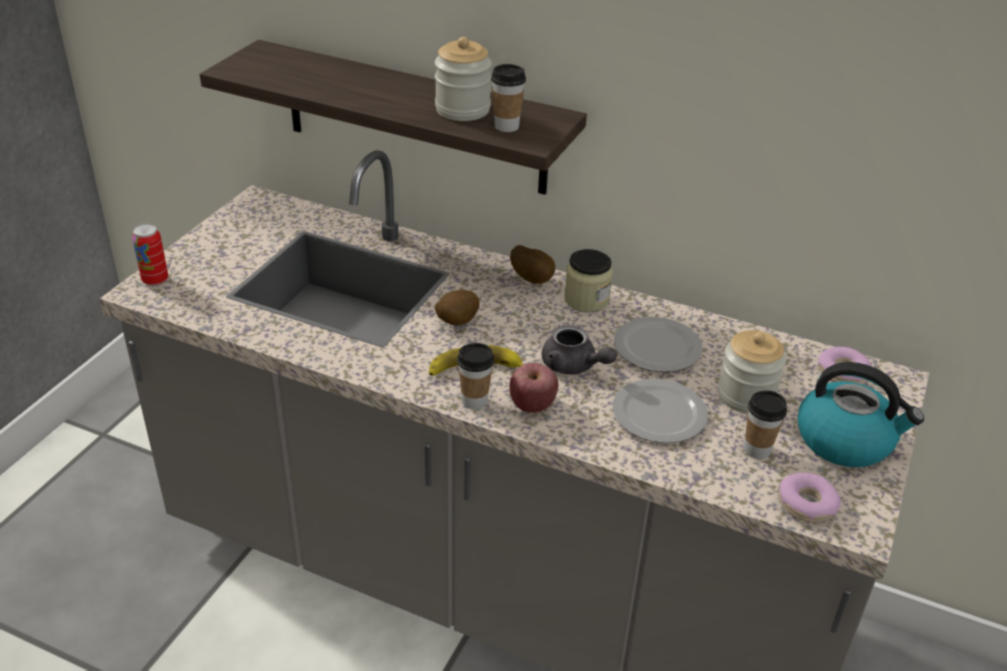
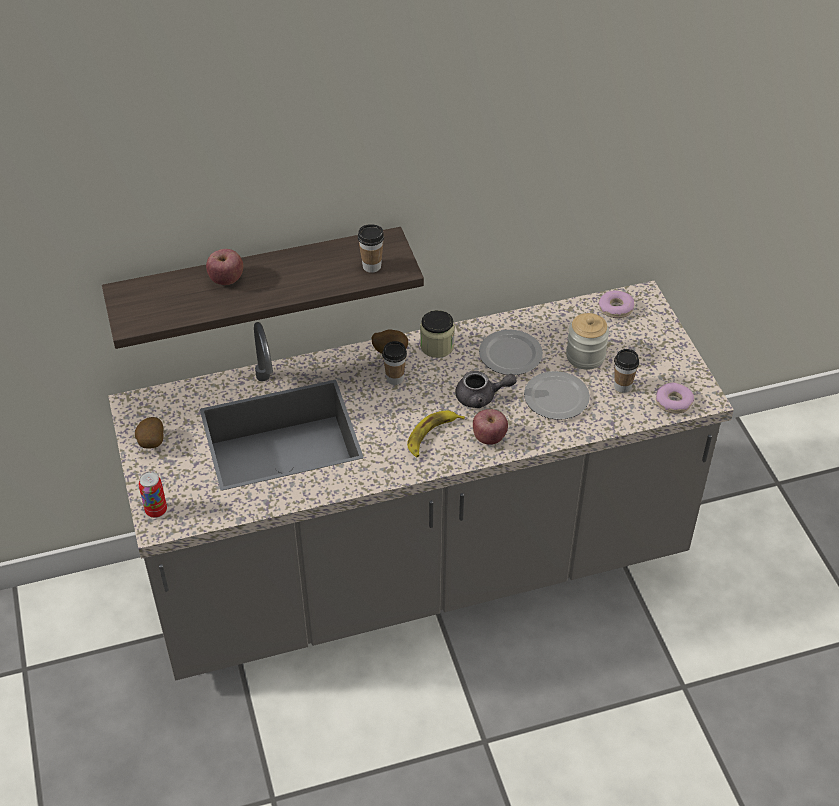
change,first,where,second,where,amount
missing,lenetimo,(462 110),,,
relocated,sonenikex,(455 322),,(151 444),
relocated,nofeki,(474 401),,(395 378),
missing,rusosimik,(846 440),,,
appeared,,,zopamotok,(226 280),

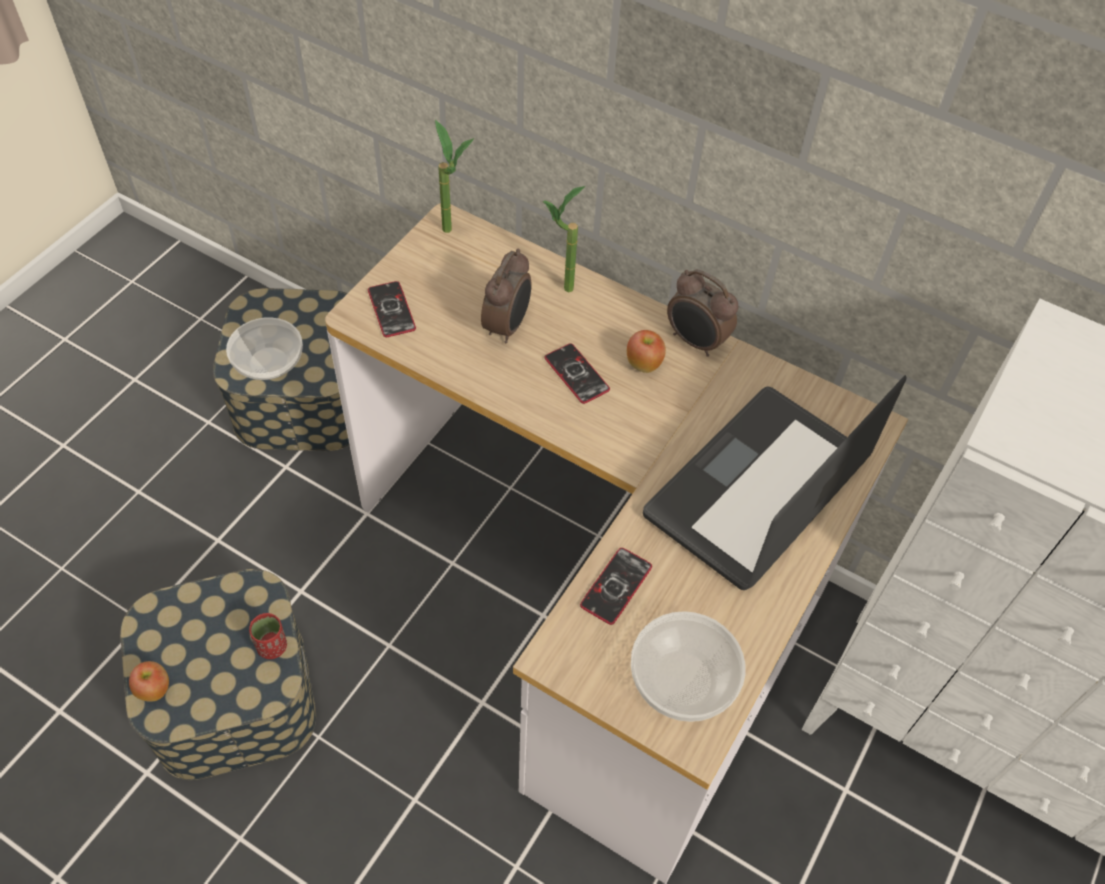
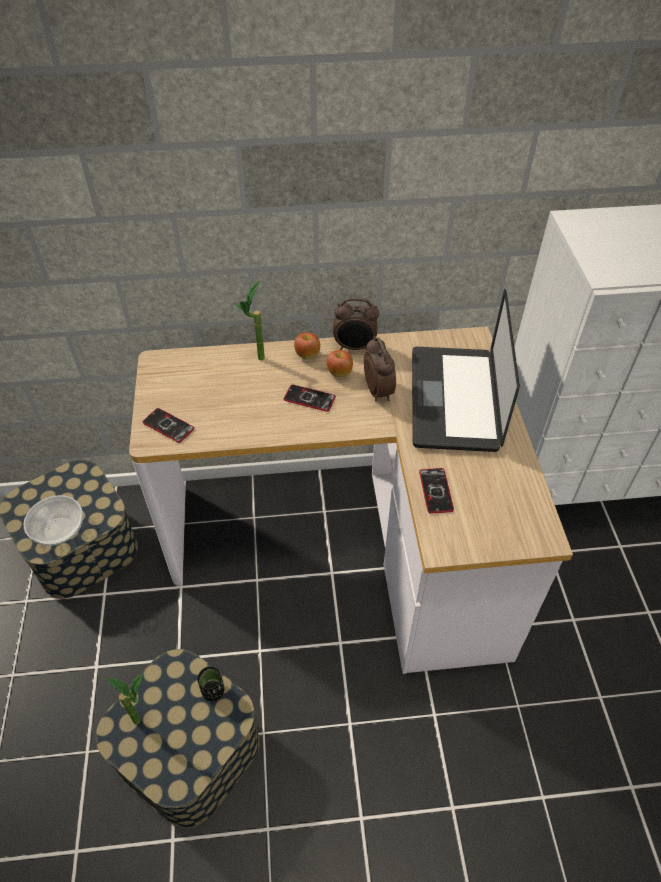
change,first,where,second,where,amount
relocated,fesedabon,(455 233),,(145 719),
relocated,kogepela,(508 326),,(379 391),
missing,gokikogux,(683 681),,,
colour,red_nofeki,(272 646),black_nofeki,(213 690),
relocated,zopamotok,(154 689),,(307 355),

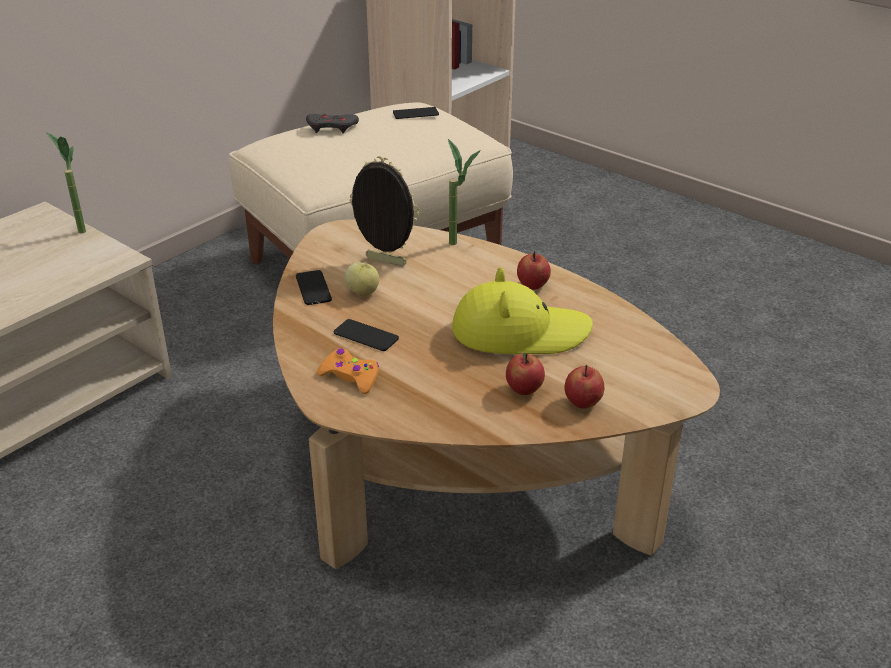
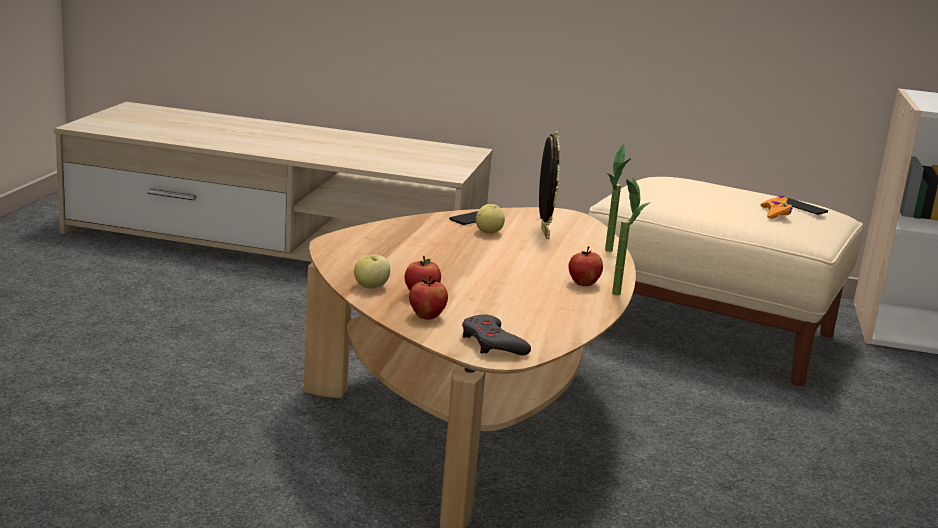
change,first,where,second,where,amount
relocated,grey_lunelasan,(331 127),,(492 343),
relocated,fesedabon,(79 228),,(619 291),
missing,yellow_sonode,(519 332),,,
missing,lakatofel,(366 336),,,
relocated,orange_lunelasan,(350 377),,(775 213),
appeared,,,zopamotok,(371 287),

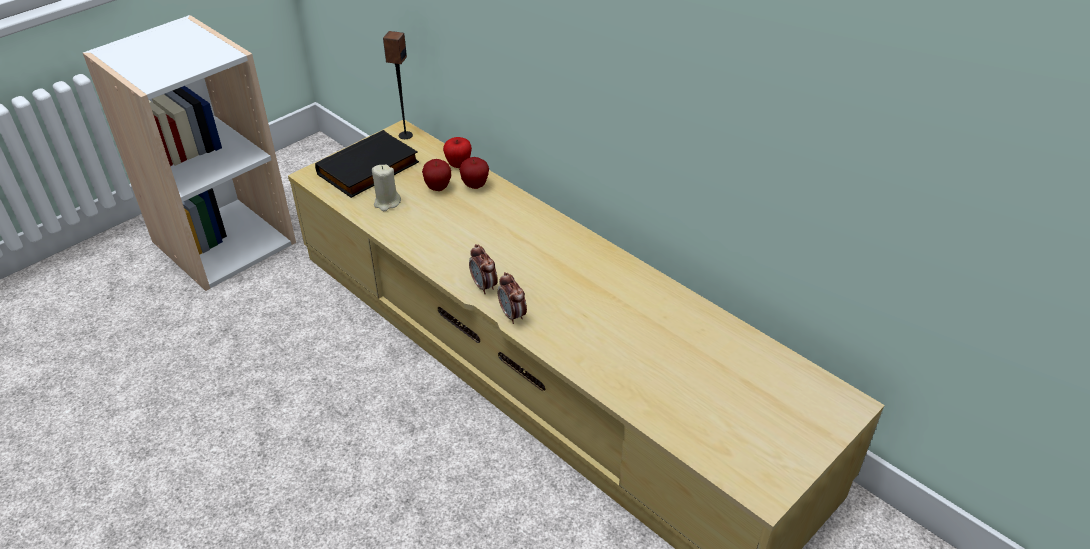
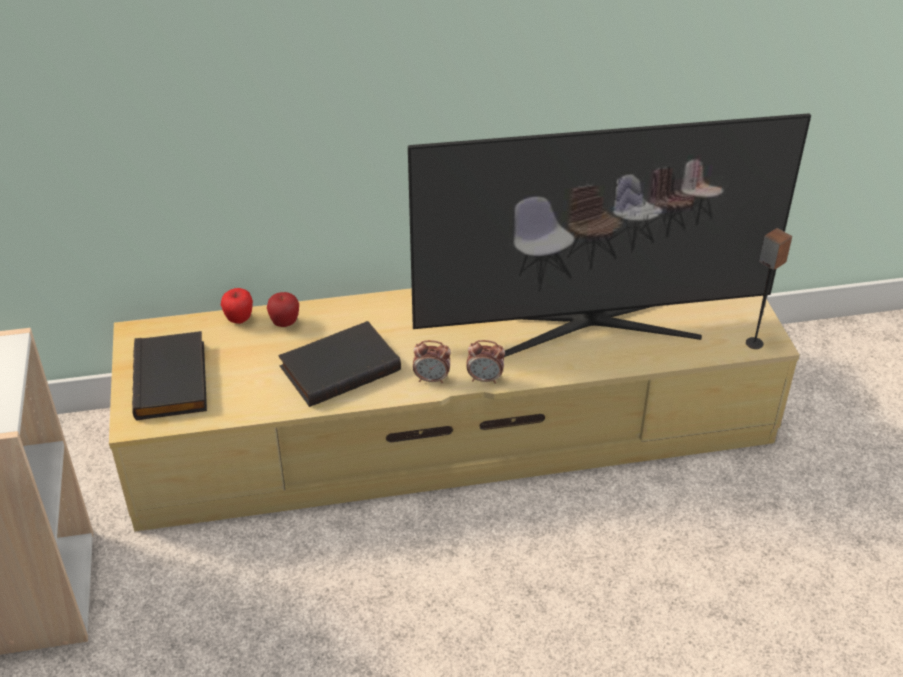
change,first,where,second,where,amount
relocated,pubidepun,(405 135),,(754 343),
missing,zopamotok,(438 188),,,
missing,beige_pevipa,(387 203),,,
appeared,,,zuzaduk,(590 326),
appeared,,,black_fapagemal,(339 367),

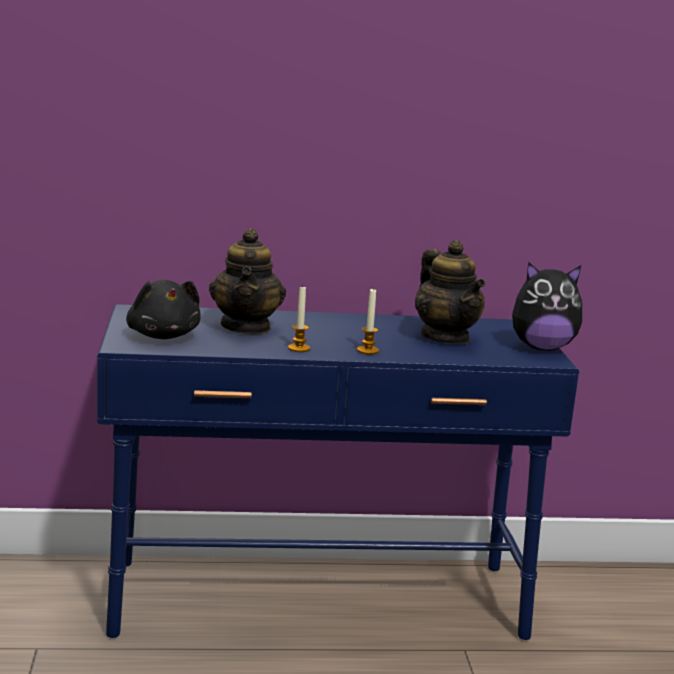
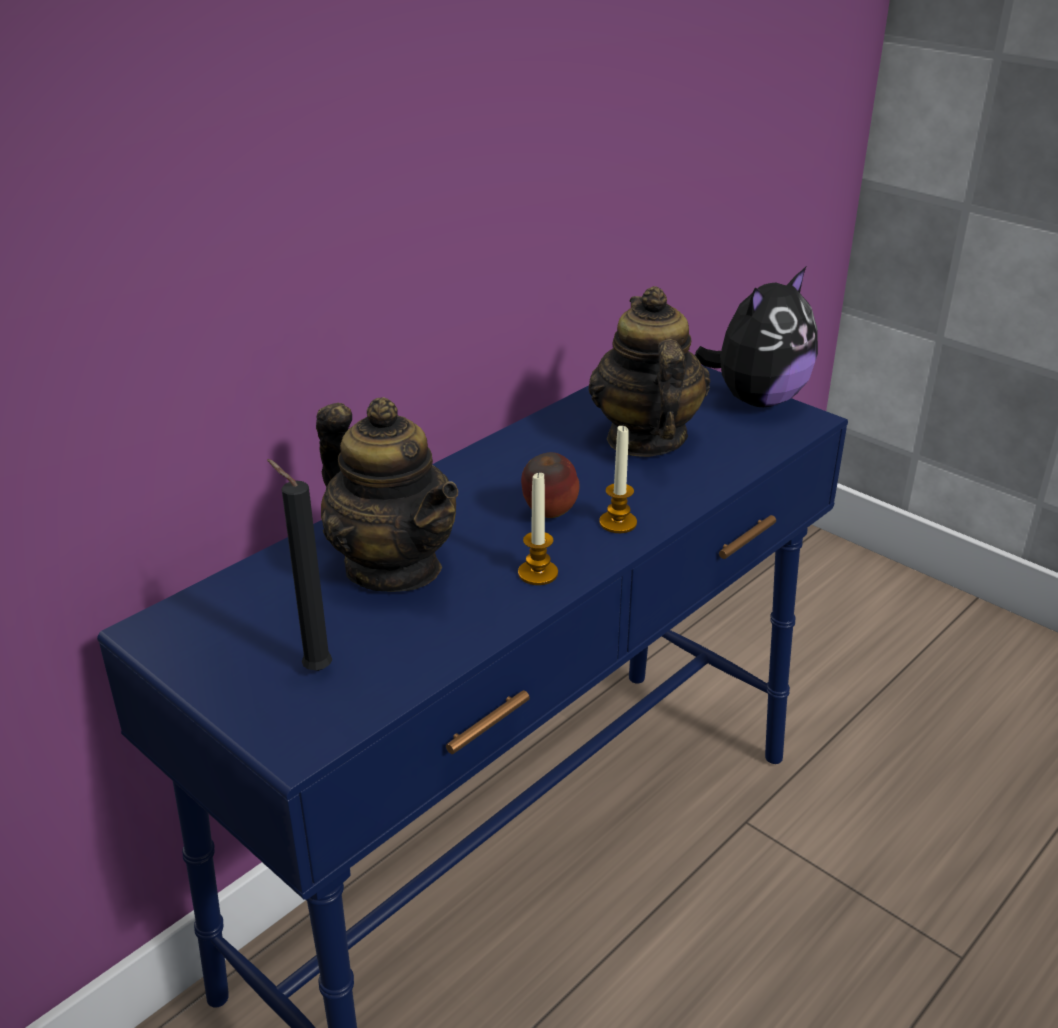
change,first,where,second,where,amount
spun,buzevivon,(446 337),,(645 439),120 degrees counterclockwise
exchanged,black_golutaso,(163 335),black_pevipa,(313 669),
appeared,,,zopamotok,(549 515),

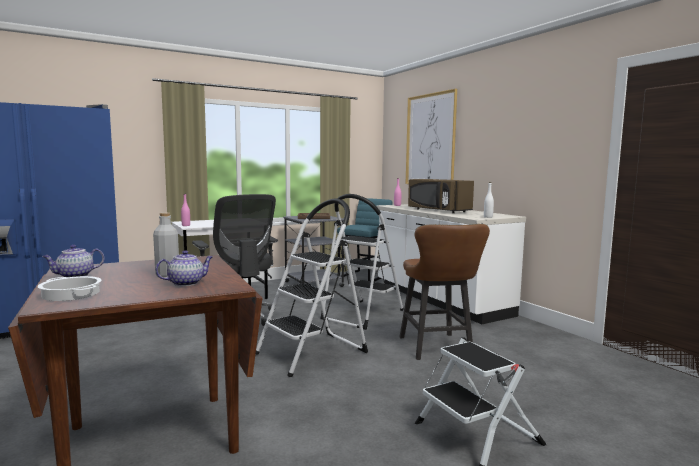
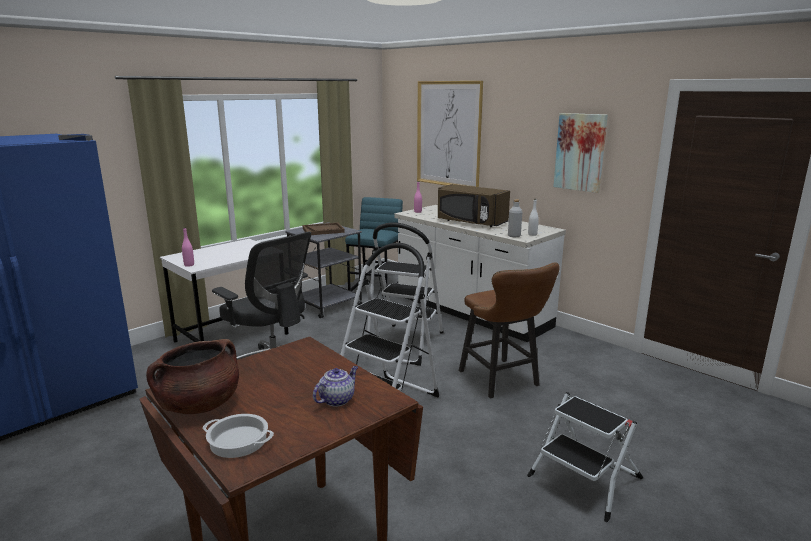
change,first,where,second,where,amount
relocated,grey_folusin,(167 276),,(514 236),
exchanged,buzevivon,(74 276),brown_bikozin,(199 405),
appeared,,,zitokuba,(580 152),

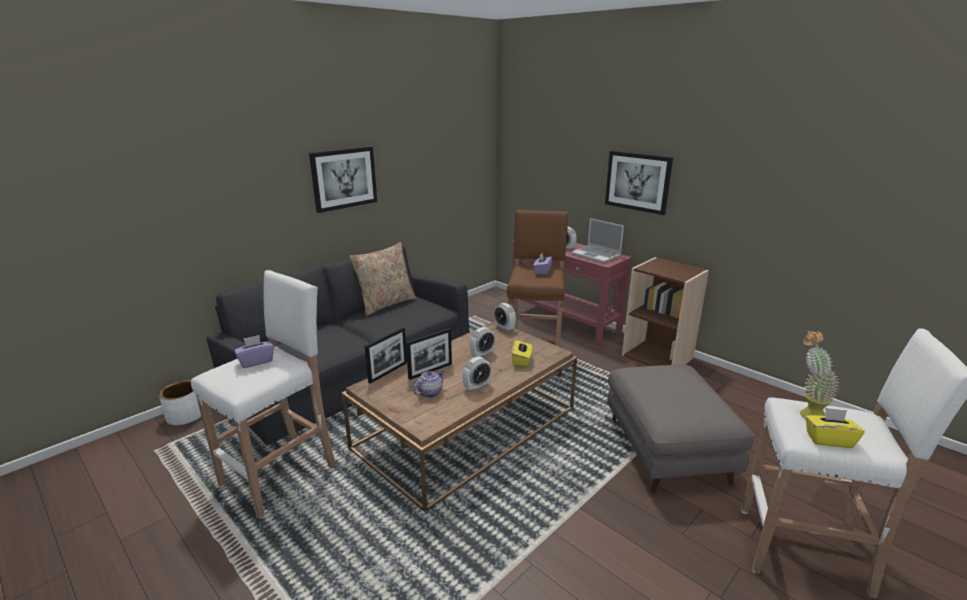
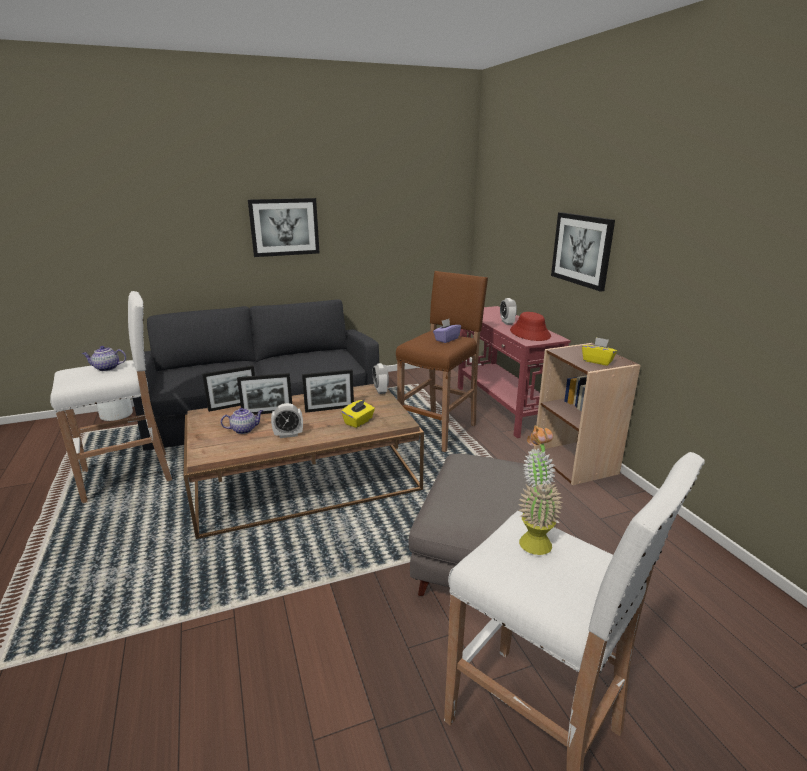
change,first,where,second,where,amount
exchanged,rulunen,(596 255),red_sonode,(530 333),
missing,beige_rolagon,(386 304),,,
exchanged,kogepela,(482 354),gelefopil,(329 409),
exchanged,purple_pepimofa,(256 361),buzevivon,(106 368),
relocated,yellow_pepimofa,(828 439),,(597 361),

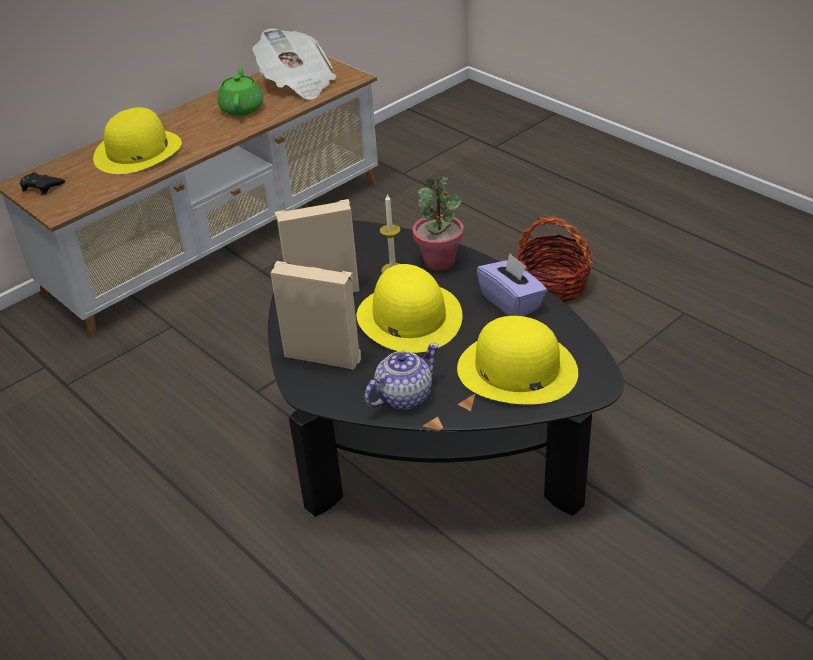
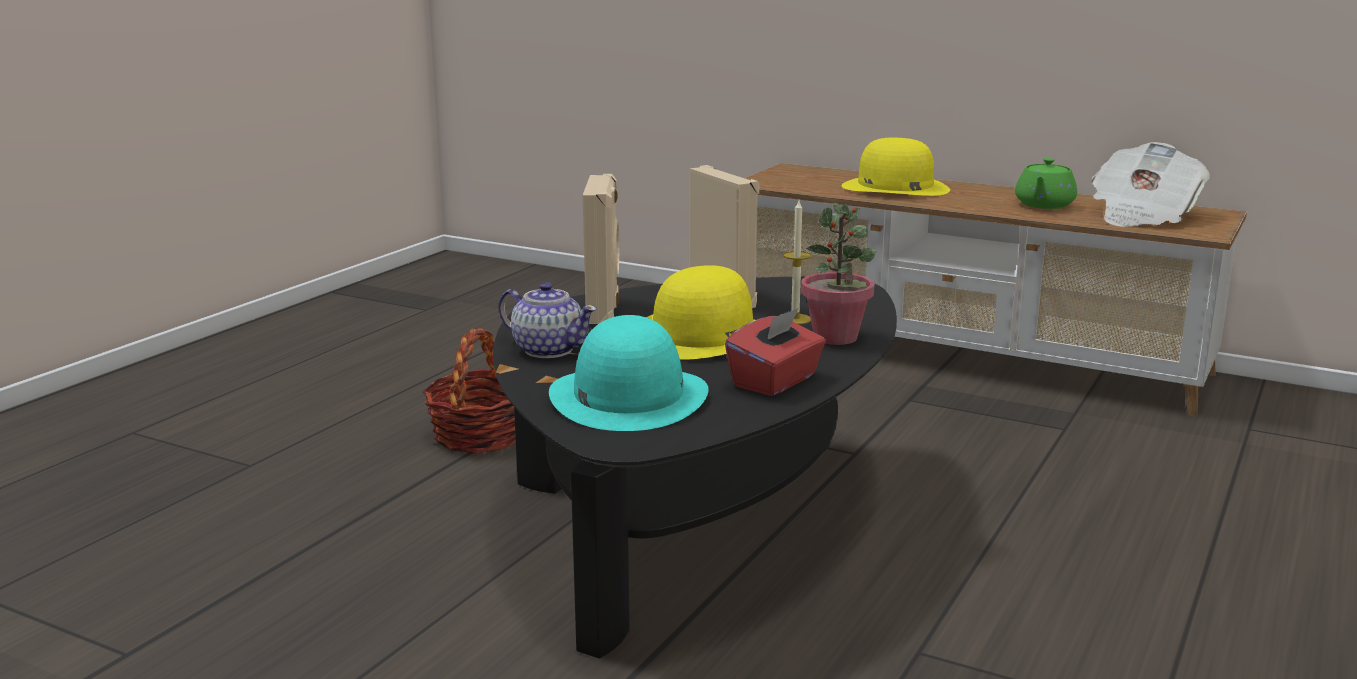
change,first,where,second,where,amount
spun,green_buzevivon,(242 108),,(1044 205),135 degrees clockwise
missing,black_lunelasan,(41 187),,,
relocated,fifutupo,(553 285),,(480 435),
colour,purple_pepimofa,(511 302),red_pepimofa,(775 381),
colour,yellow_sonode,(516 369),turquoise_sonode,(628 397),

